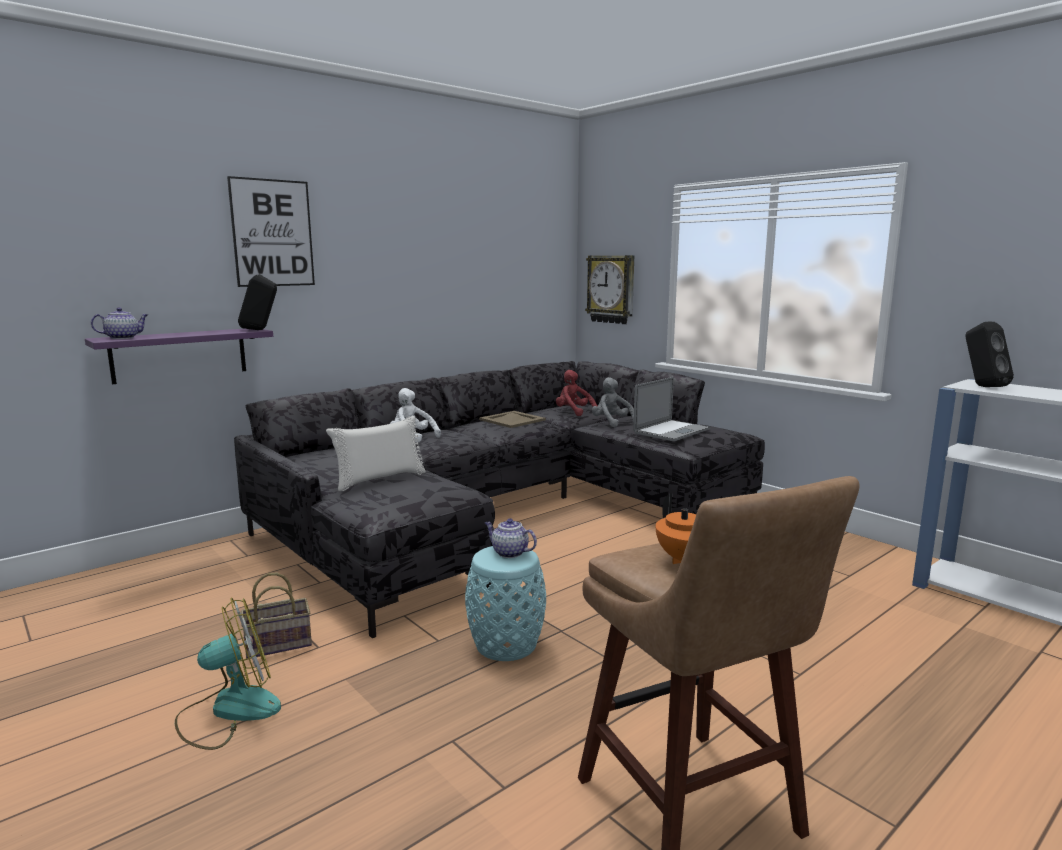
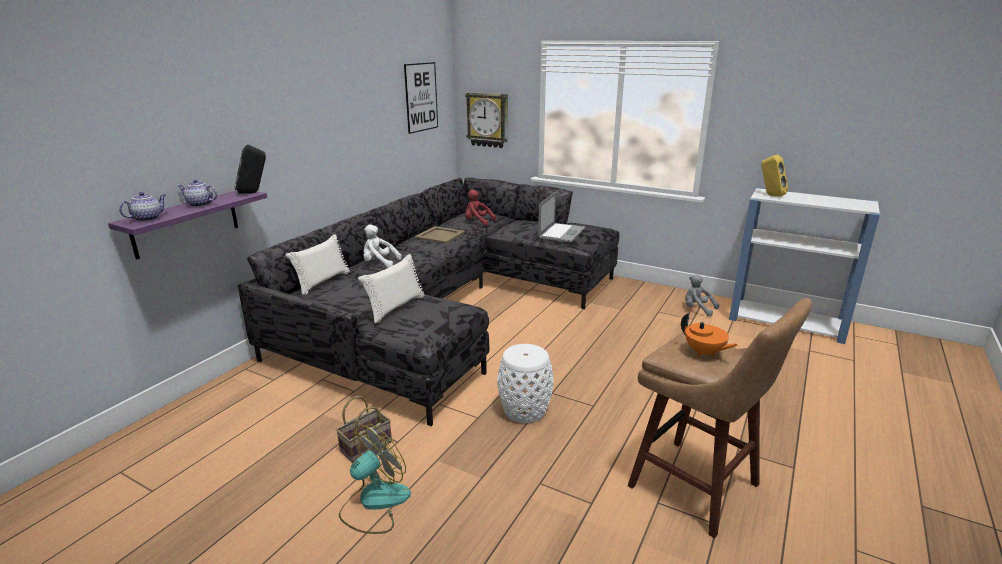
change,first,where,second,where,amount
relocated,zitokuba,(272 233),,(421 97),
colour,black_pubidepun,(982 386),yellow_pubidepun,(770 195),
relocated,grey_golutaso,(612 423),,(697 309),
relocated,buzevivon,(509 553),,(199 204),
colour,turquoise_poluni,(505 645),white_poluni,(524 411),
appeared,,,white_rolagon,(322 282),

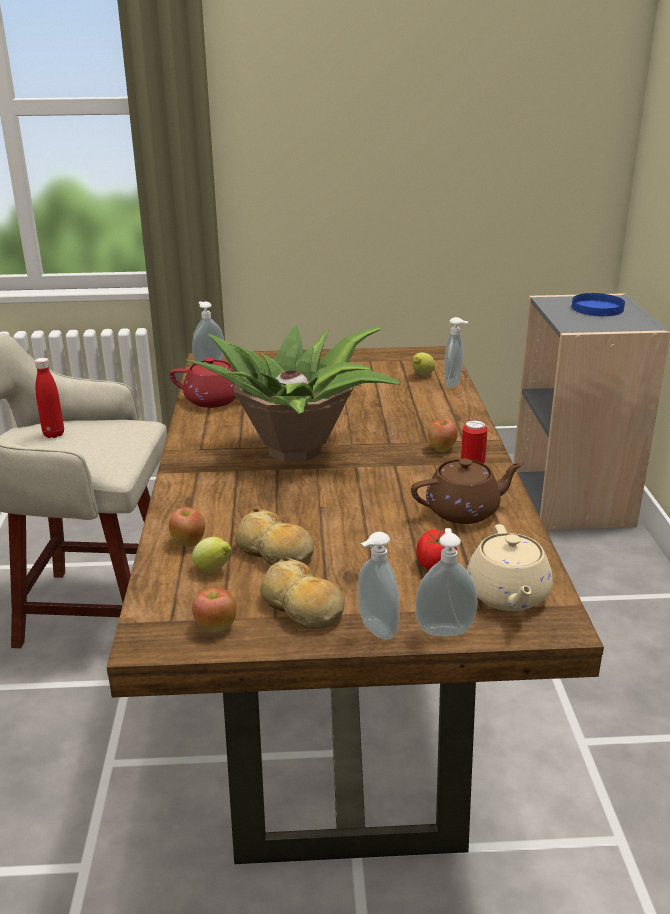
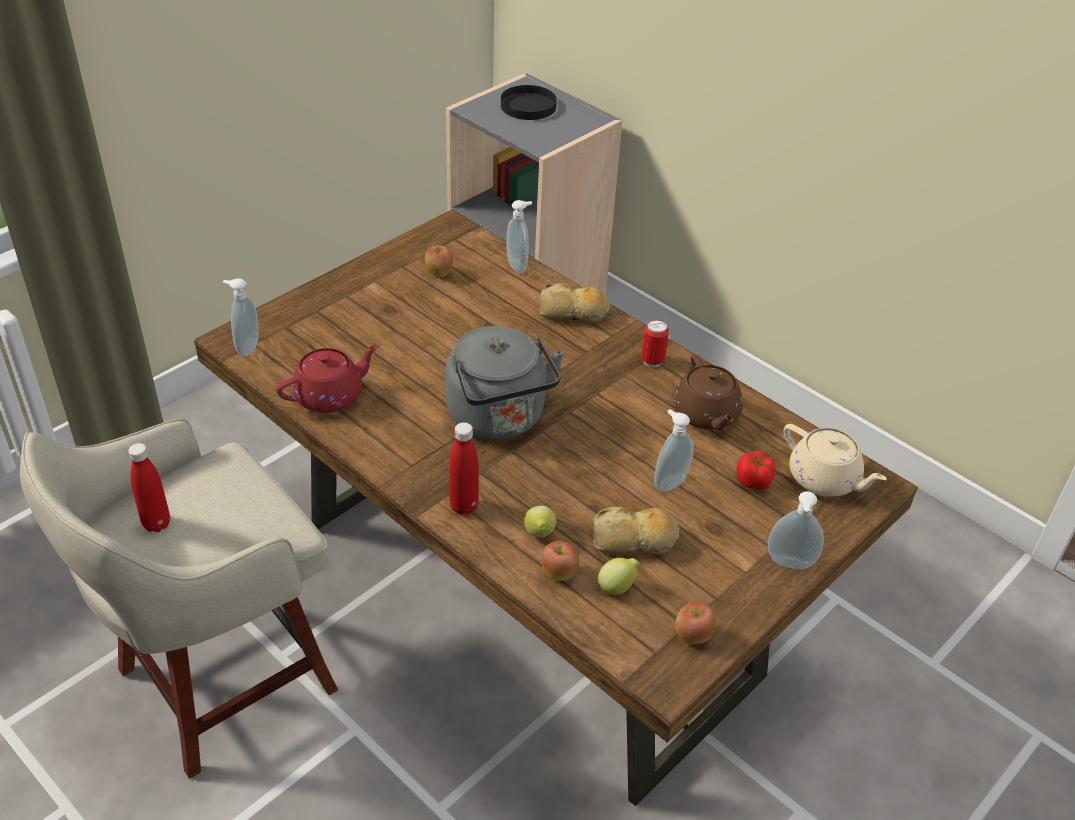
change,first,where,second,where,amount
colour,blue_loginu,(597 308),black_loginu,(528 106),
exchanged,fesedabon,(298 450),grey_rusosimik,(499 419),
relocated,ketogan,(422 375),,(539 534),
relocated,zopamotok,(441 448),,(439 273),
spun,brown_buzevivon,(464 511),,(706 415),135 degrees clockwise
relocated,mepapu,(444 629),,(669 482),
relocated,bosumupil,(302 607),,(574 313),
appeared,,,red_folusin,(464 506),

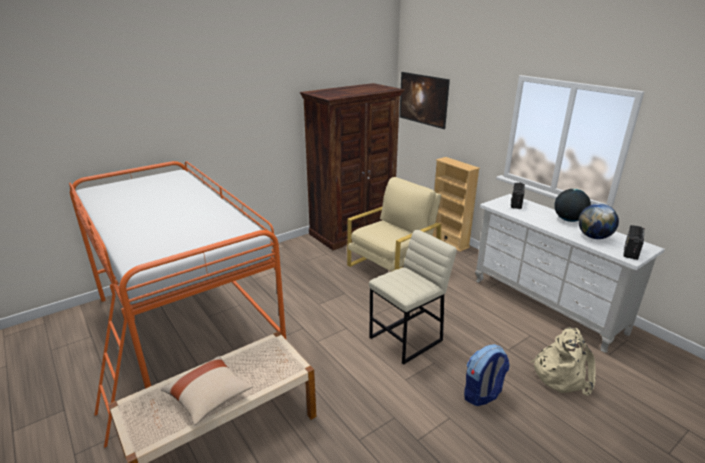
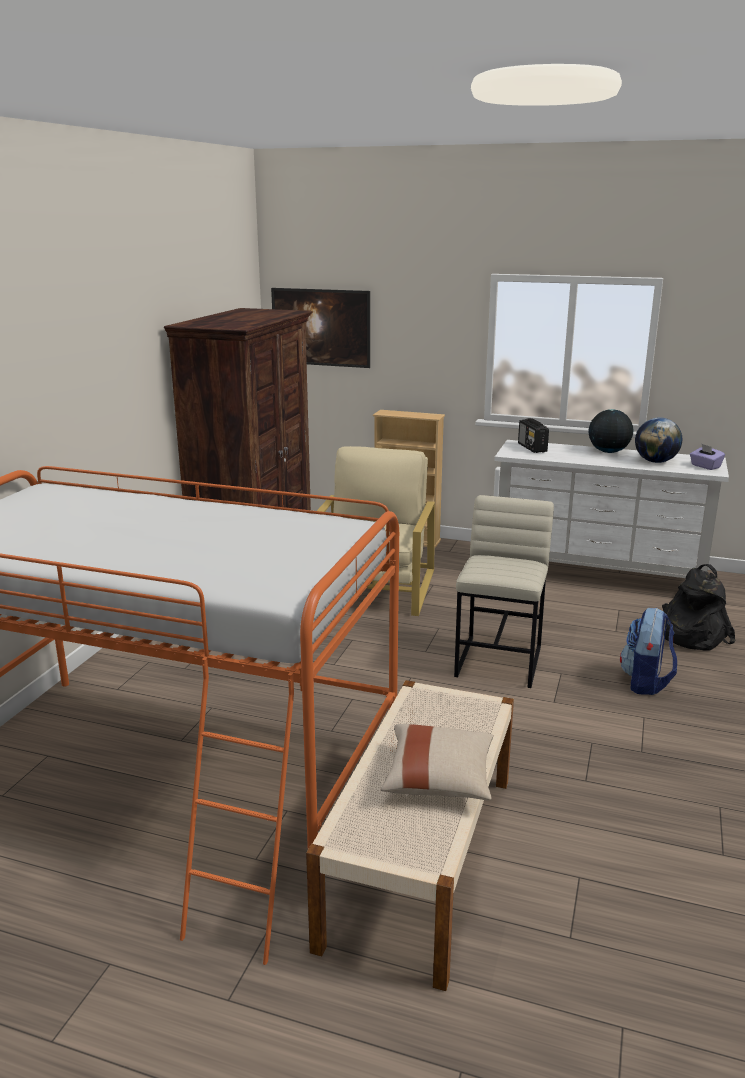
change,first,where,second,where,amount
exchanged,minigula,(631 252),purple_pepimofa,(705 466),
colour,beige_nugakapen,(561 374),black_nugakapen,(689 634),

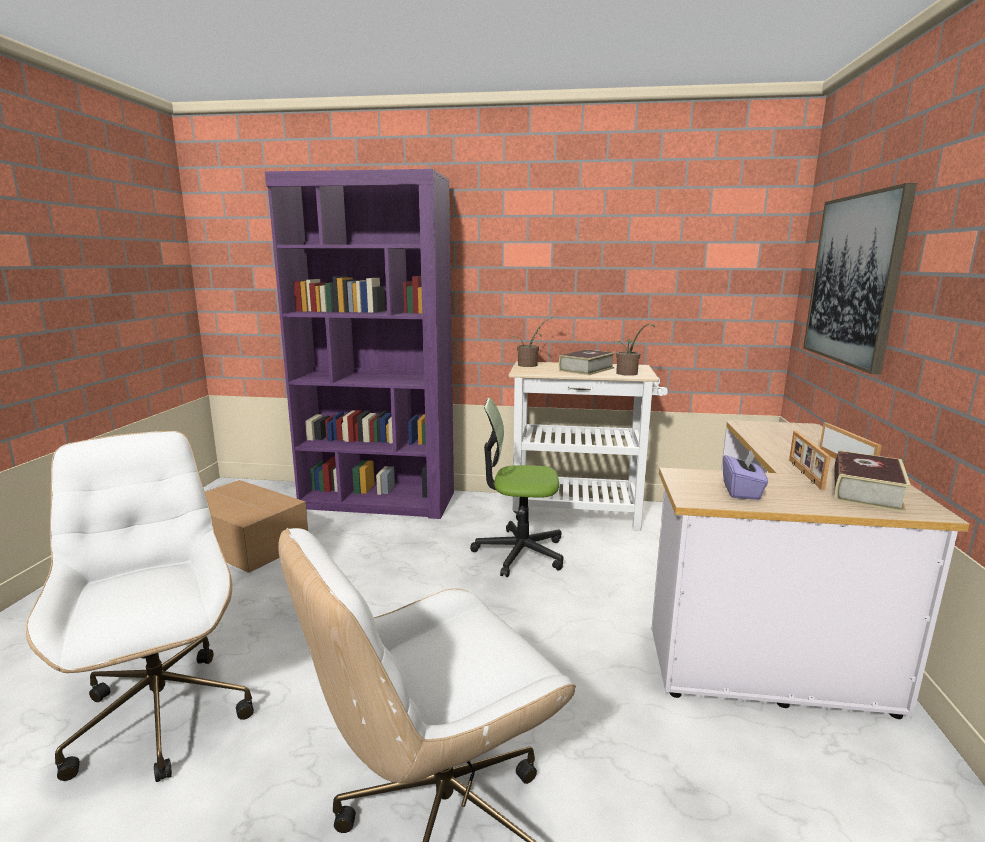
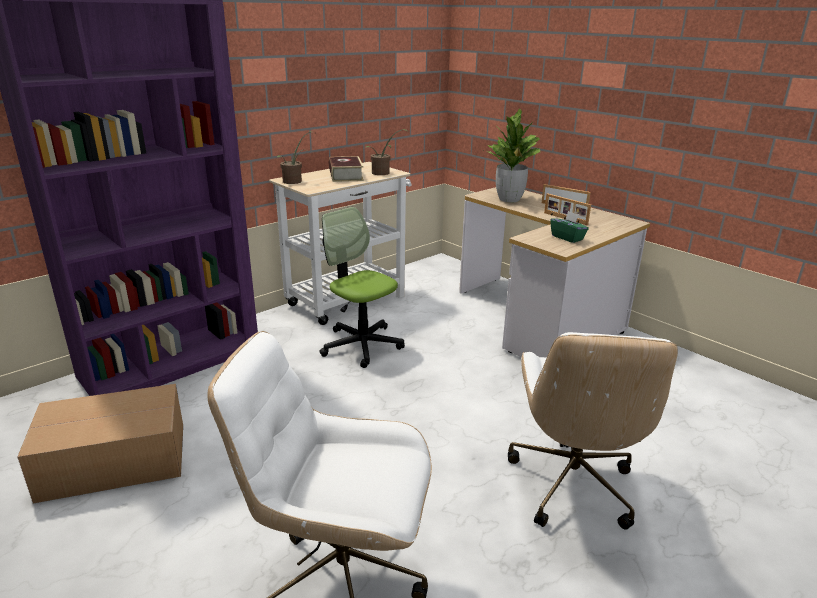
change,first,where,second,where,amount
missing,zitokuba,(854 279),,,
spun,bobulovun,(519 552),,(361 345),90 degrees clockwise
colour,purple_pepimofa,(742 491),green_pepimofa,(567 238),
missing,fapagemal,(866 491),,,
appeared,,,fesedabon,(509 199),

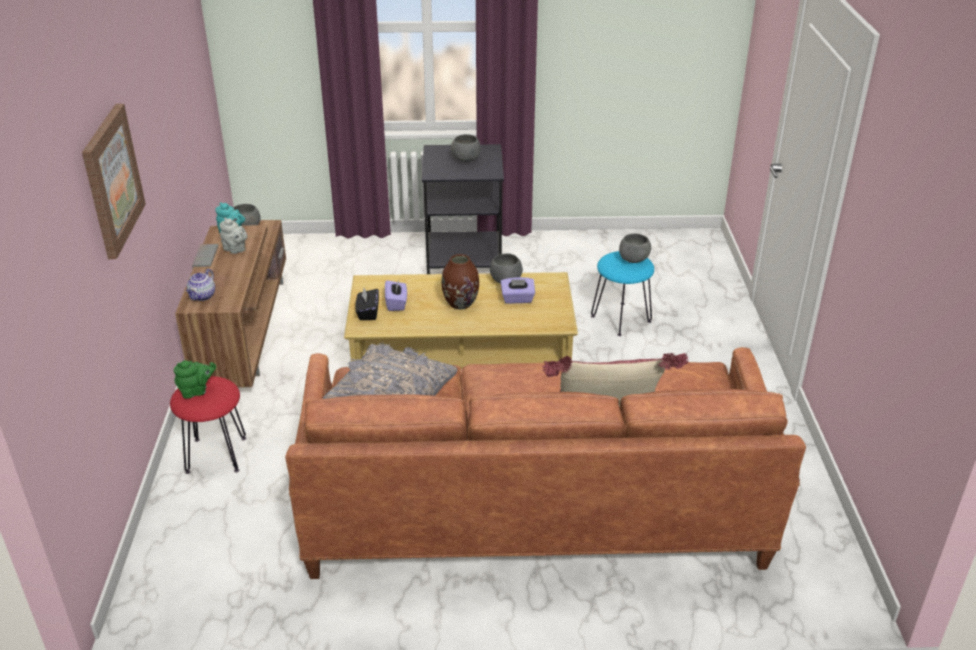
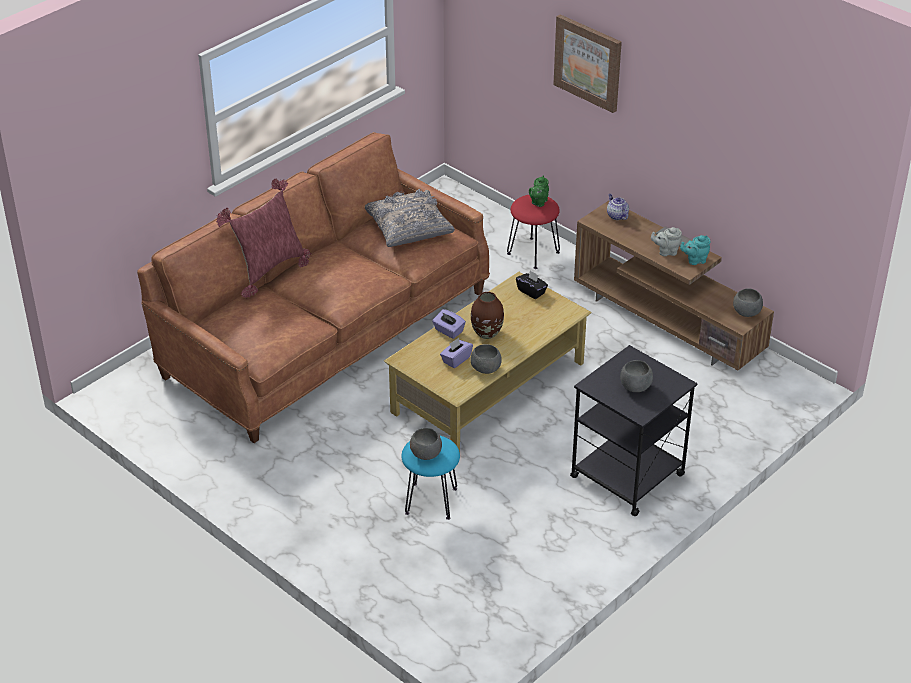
change,first,where,second,where,amount
relocated,purple_pepimofa,(396 303),,(448 331),

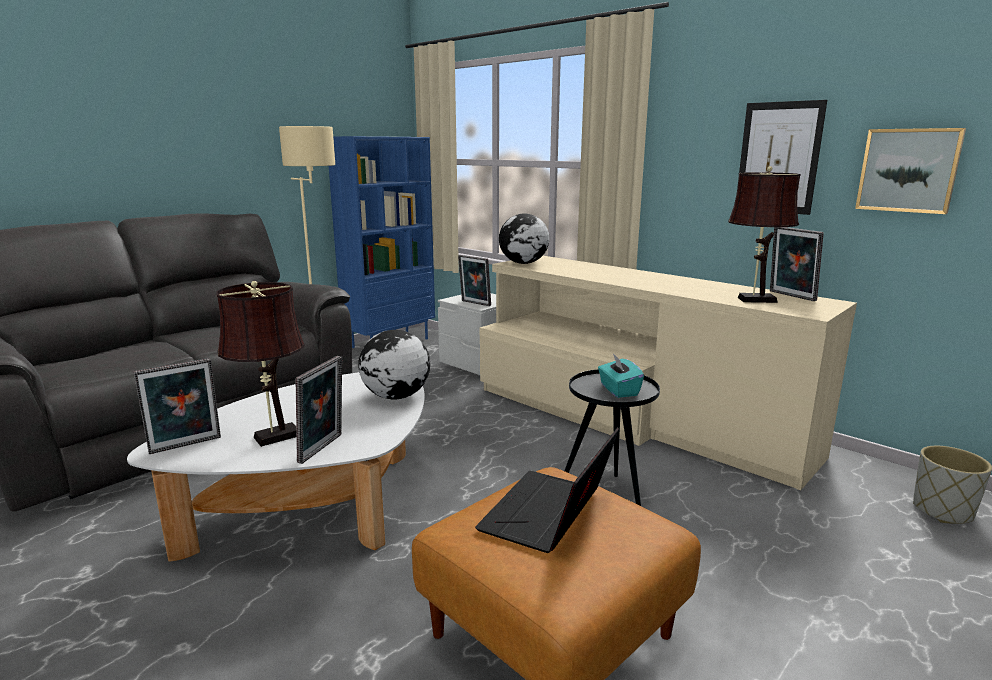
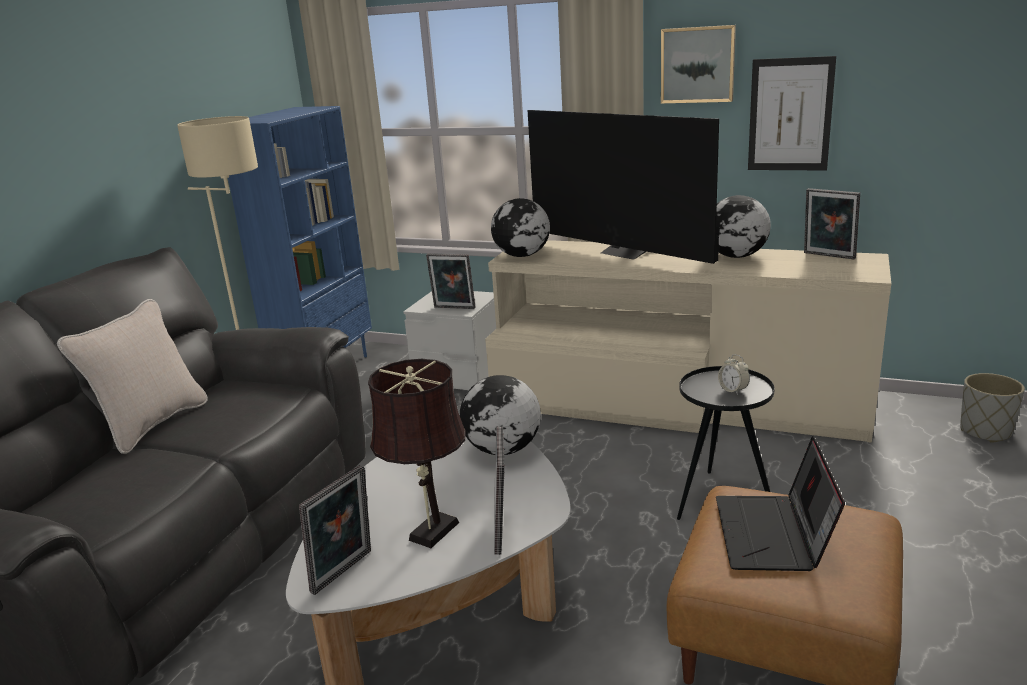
change,first,where,second,where,amount
relocated,zitokuba,(908 170),,(698 64),
missing,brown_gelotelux,(753 300),,,
exchanged,turquoise_pepimofa,(618 390),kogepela,(733 390),
appeared,,,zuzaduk,(625 252),
appeared,,,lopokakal,(735 256),
appeared,,,beige_rolagon,(152 424),

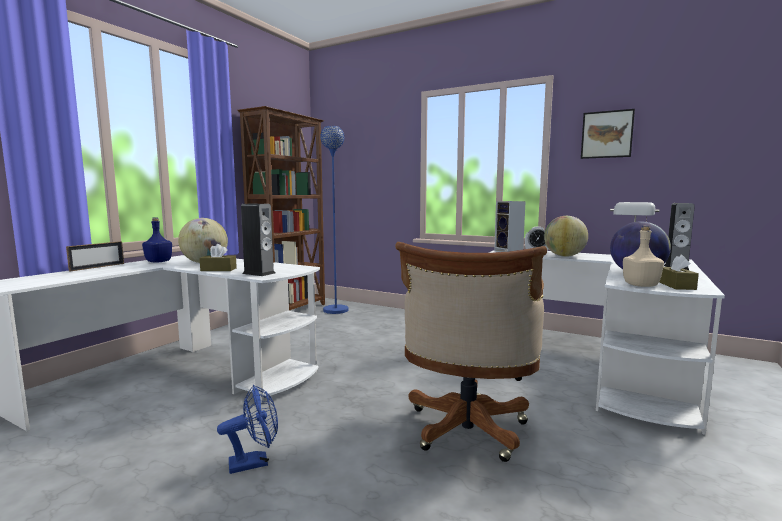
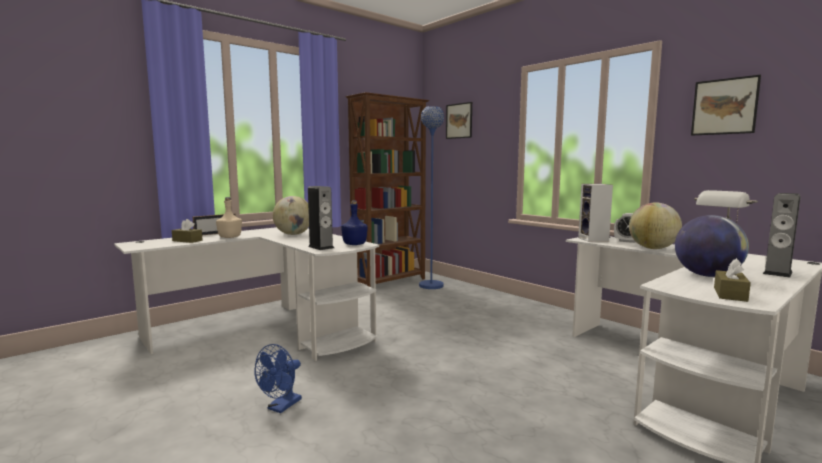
change,first,where,second,where,amount
relocated,blue_folusin,(159 262),,(355 244),
relocated,beige_folusin,(641 285),,(230 237),
missing,bobulovun,(467 431),,,
relocated,brown_pepimofa,(218 269),,(187 240),
spun,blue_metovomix,(255 462),,(281 407),120 degrees clockwise
appeared,,,zitokuba,(459 121),

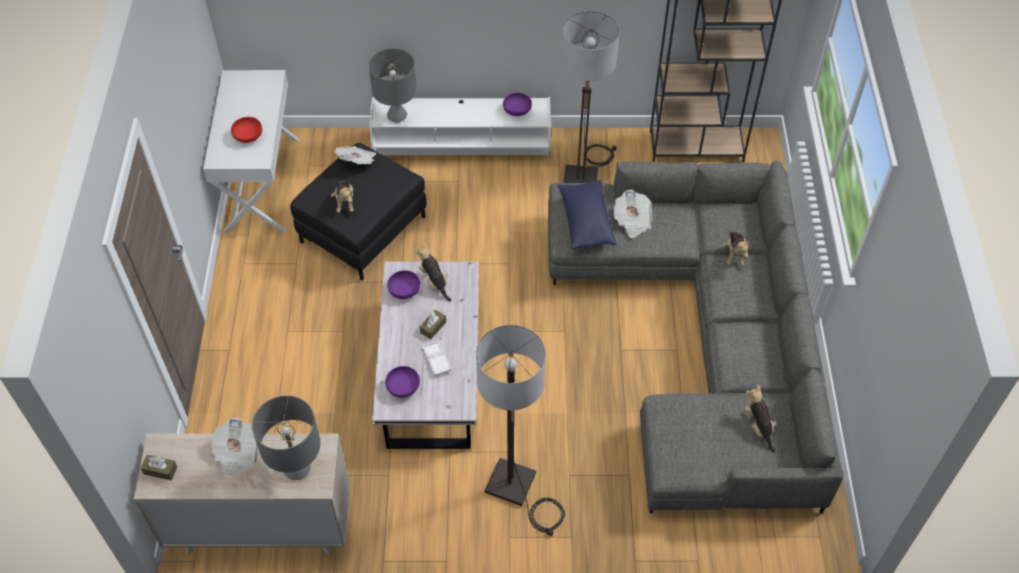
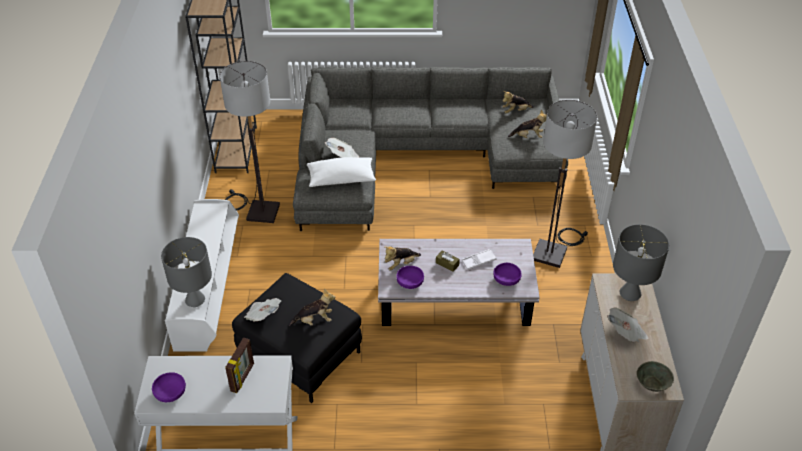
change,first,where,second,where,amount
relocated,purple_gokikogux,(517 110),,(170 393),
exchanged,red_gokikogux,(248 136),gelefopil,(243 377),
colour,blue_rolagon,(585 222),white_rolagon,(341 179),
relocated,golutaso,(734 254),,(528 136),
exchanged,brown_pepimofa,(160 470),grey_gokikogux,(652 384),

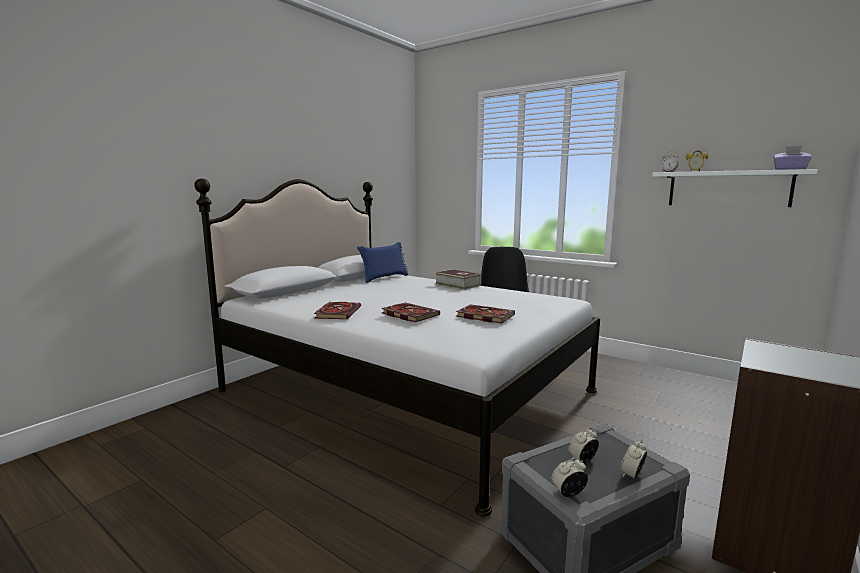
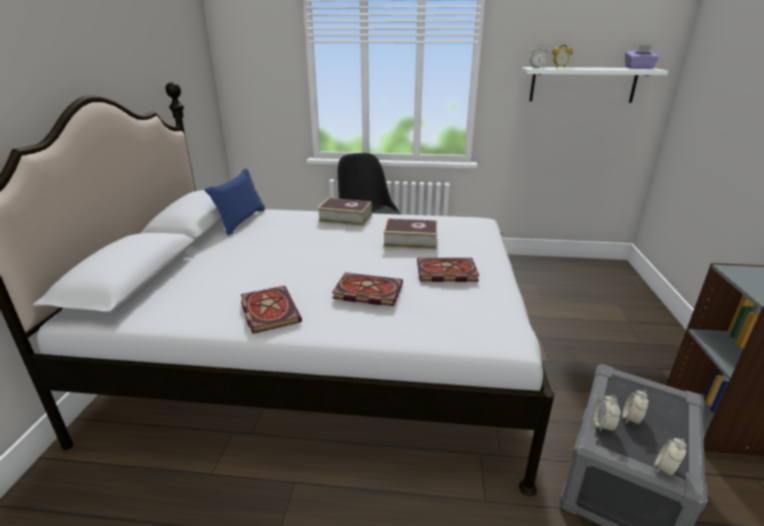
change,first,where,second,where,amount
relocated,kogepela,(632 475),,(603 425),
appeared,,,fapagemal,(410 241),

